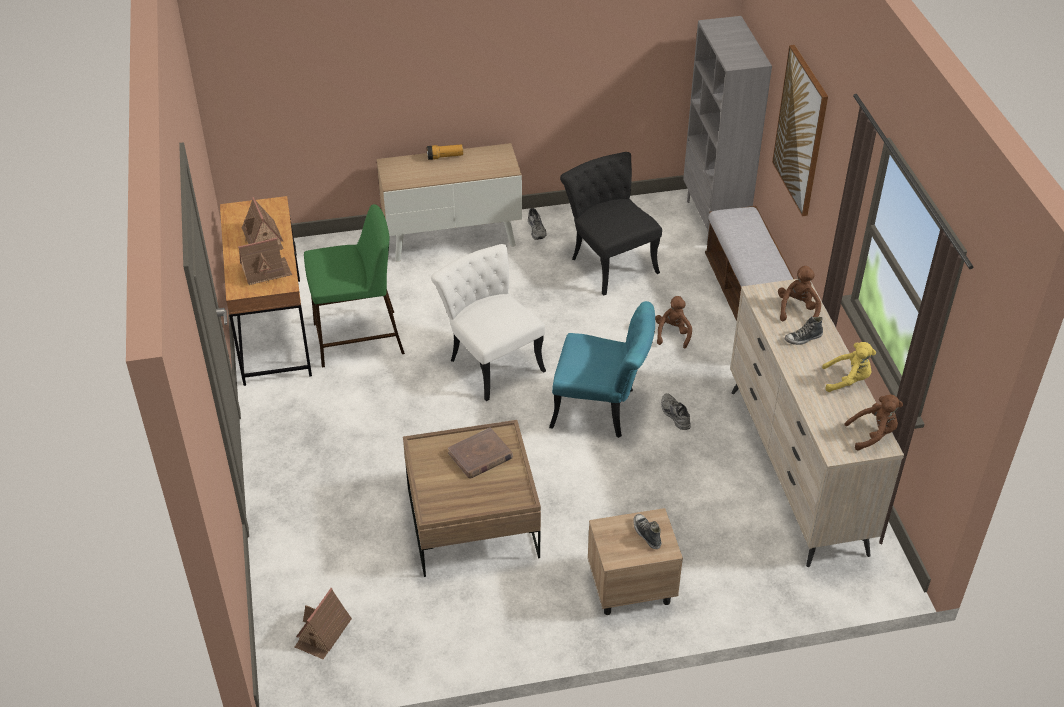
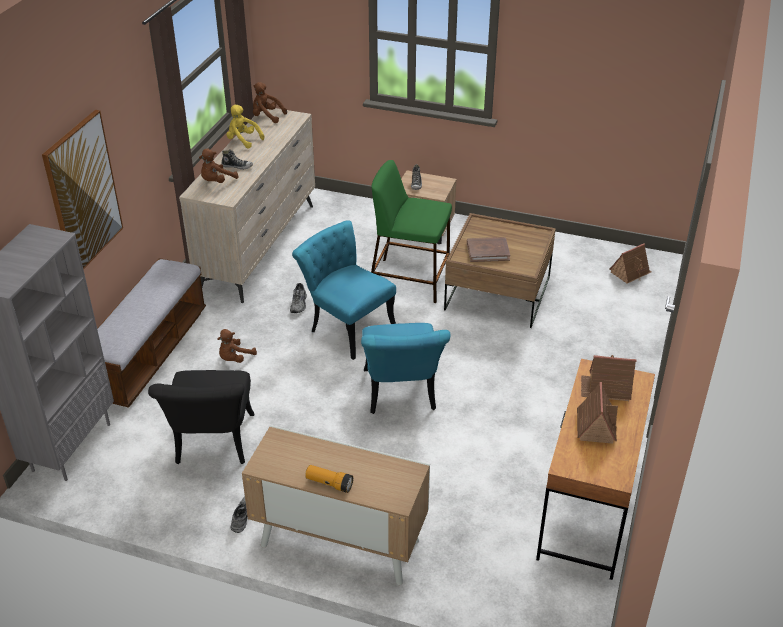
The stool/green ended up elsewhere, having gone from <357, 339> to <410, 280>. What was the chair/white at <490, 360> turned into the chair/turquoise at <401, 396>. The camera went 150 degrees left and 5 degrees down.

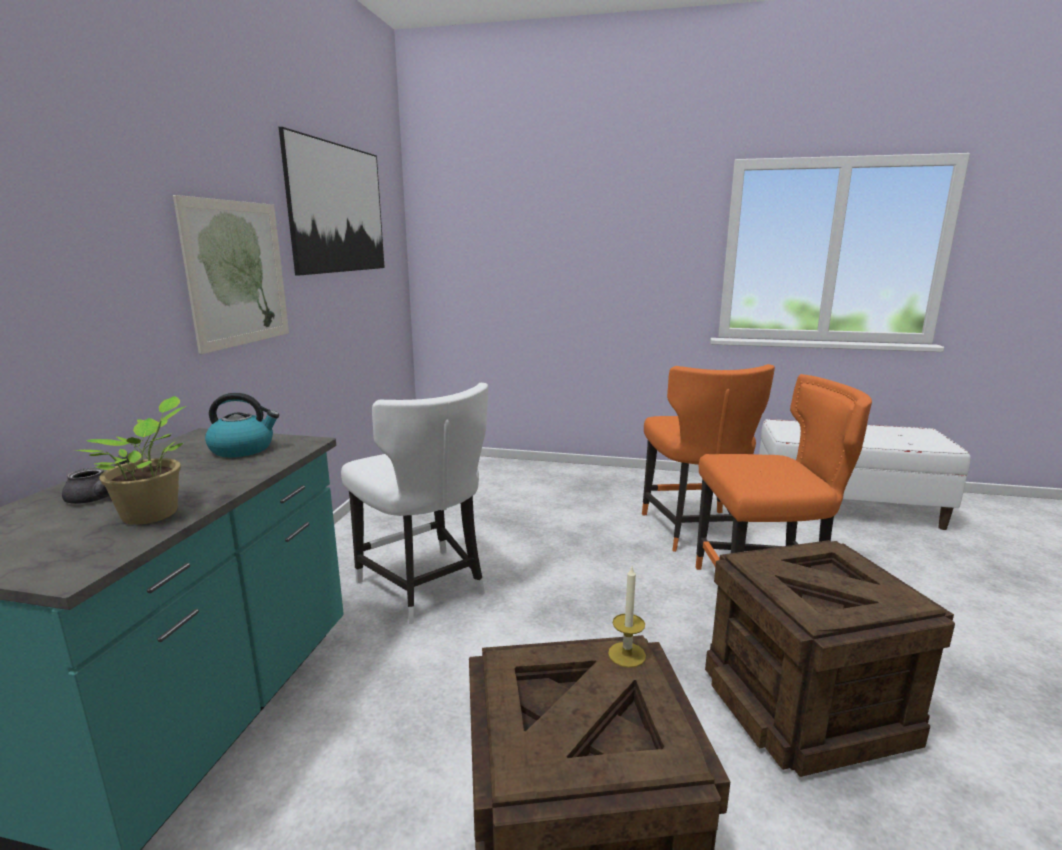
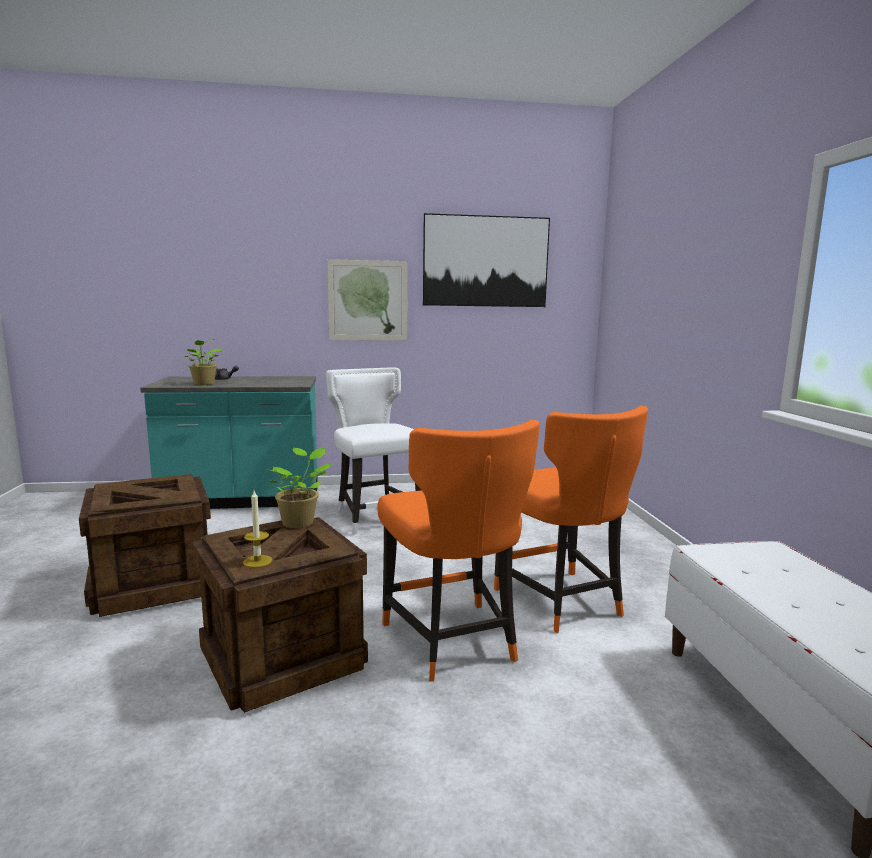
The second view lost the kettle at <243, 449>. The second view gained the potted plant at <300, 522>. The candle ended up elsewhere, having gone from <627, 654> to <257, 561>. The chair/white at <424, 587> ended up facing another way, 120 degrees clockwise from before. The chair/orange at <694, 531> ended up facing another way, 90 degrees counterclockwise from before. The camera went 70 degrees right and 5 degrees down.

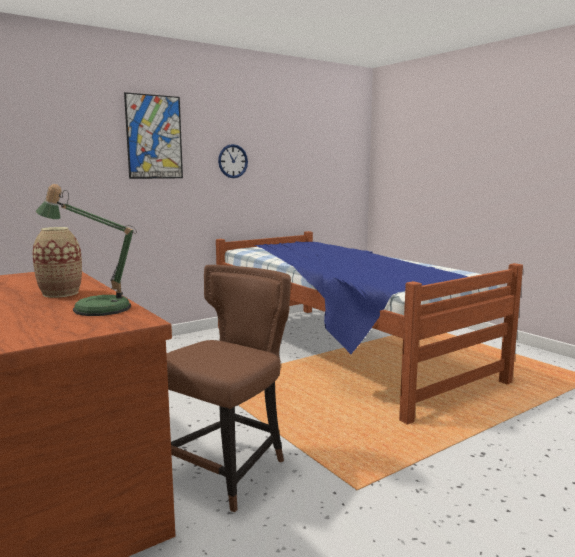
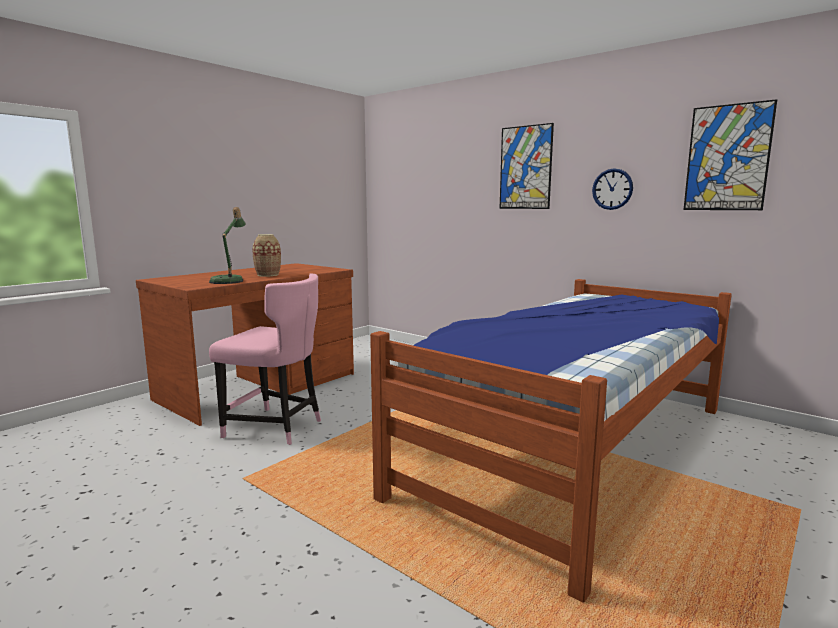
The second view gained the picture at <727, 158>. What was the chair/brown at <227, 469> turned into the chair/pink at <276, 428>. The camera went 75 degrees right and 0 degrees up.

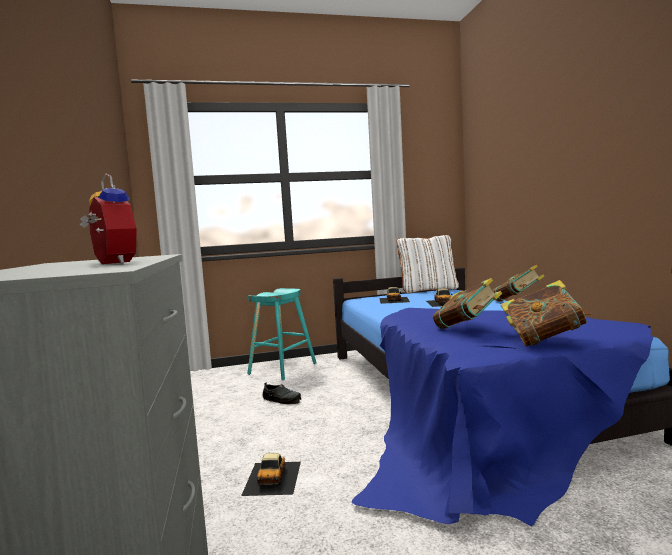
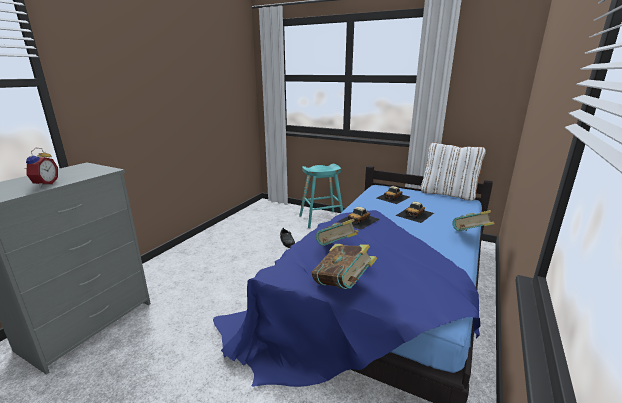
The toy car ended up elsewhere, having gone from <273, 477> to <359, 220>. The camera went 40 degrees right and 15 degrees up.

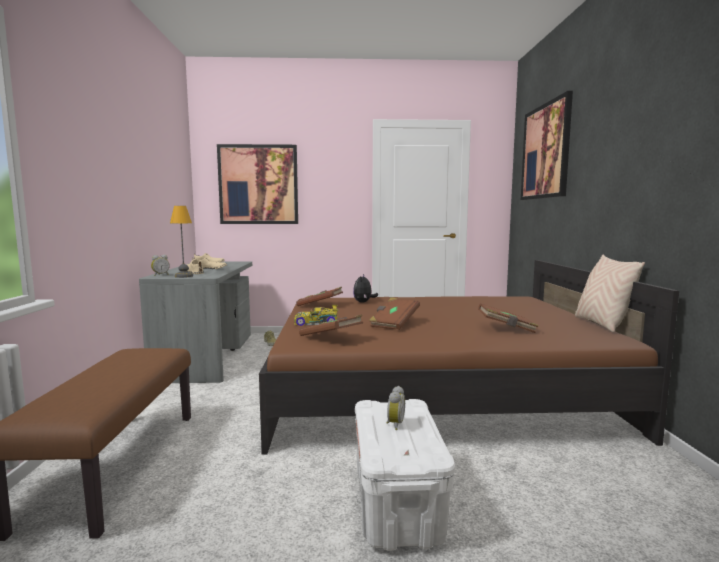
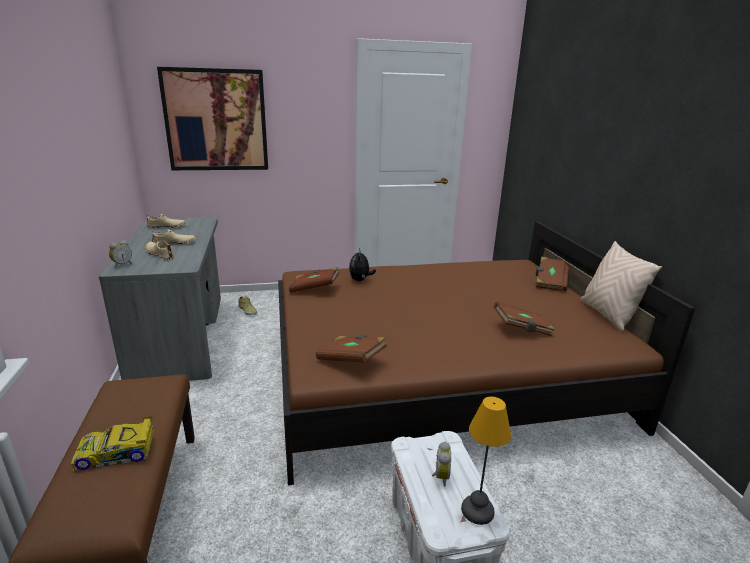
The second view lost the picture at <545, 151>. The table lamp ended up elsewhere, having gone from <184, 276> to <478, 511>. The toy car ended up elsewhere, having gone from <317, 322> to <117, 452>. The book/brown ended up elsewhere, having gone from <393, 324> to <550, 282>. The camera went 10 degrees left and 15 degrees up.

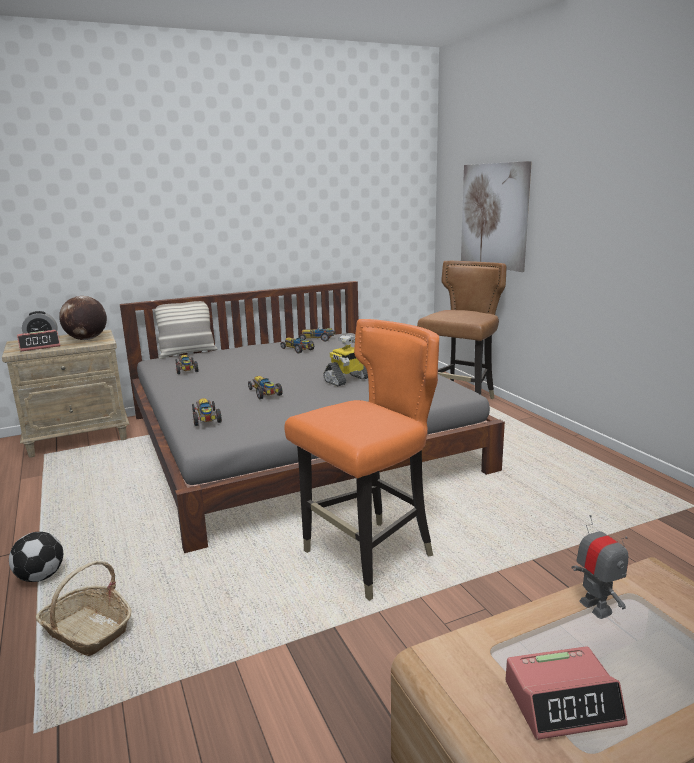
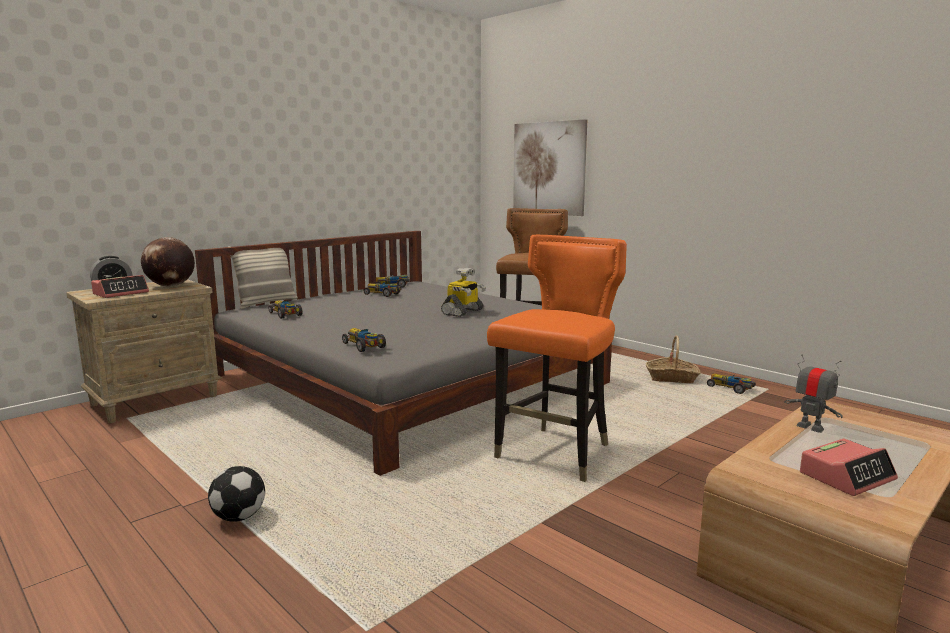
The basket ended up elsewhere, having gone from <88, 631> to <672, 378>. The toy car ended up elsewhere, having gone from <265, 393> to <731, 388>. The camera went 20 degrees left and 5 degrees down.

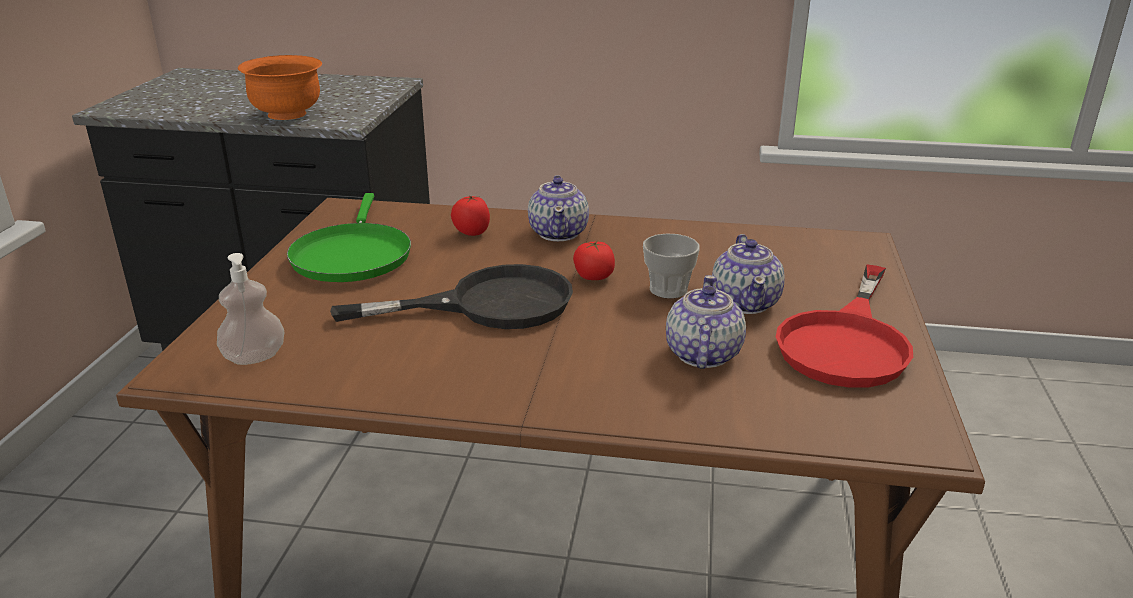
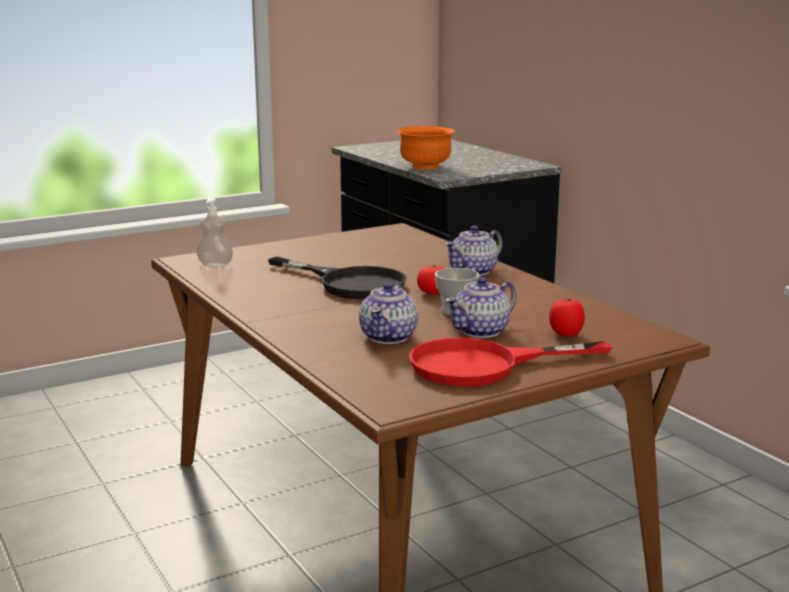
The second view lost the frying pan/green at <352, 255>. The tomato ended up elsewhere, having gone from <471, 233> to <565, 334>. The teapot at <702, 354> ended up facing another way, 135 degrees clockwise from before. The camera went 50 degrees right and 10 degrees down.

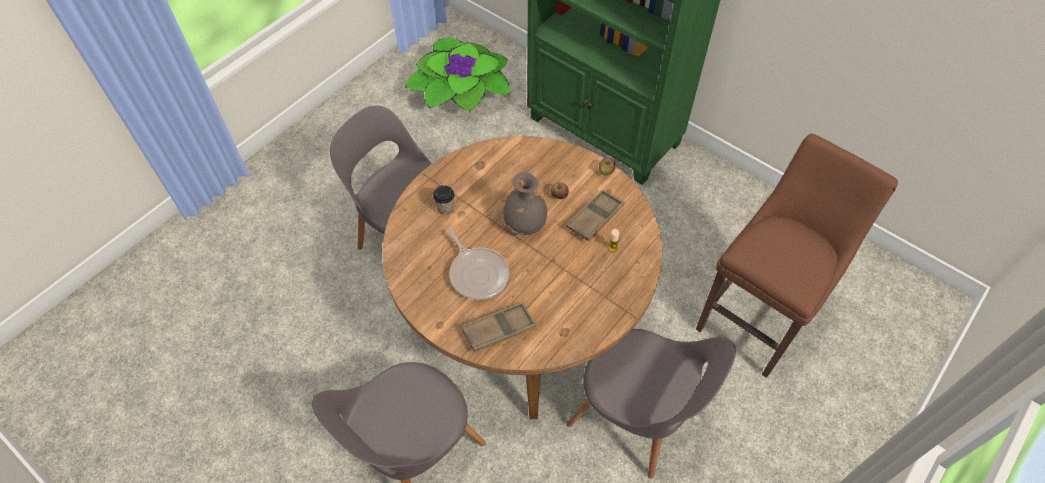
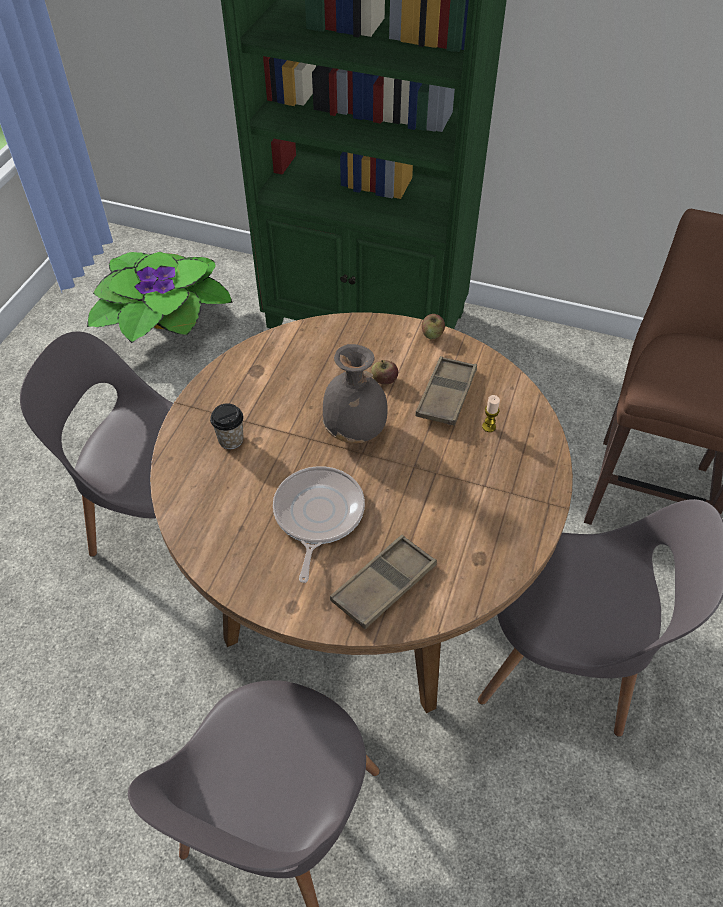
The frying pan at <477, 273> ended up facing another way, 120 degrees counterclockwise from before. The camera went 20 degrees left and 5 degrees down.

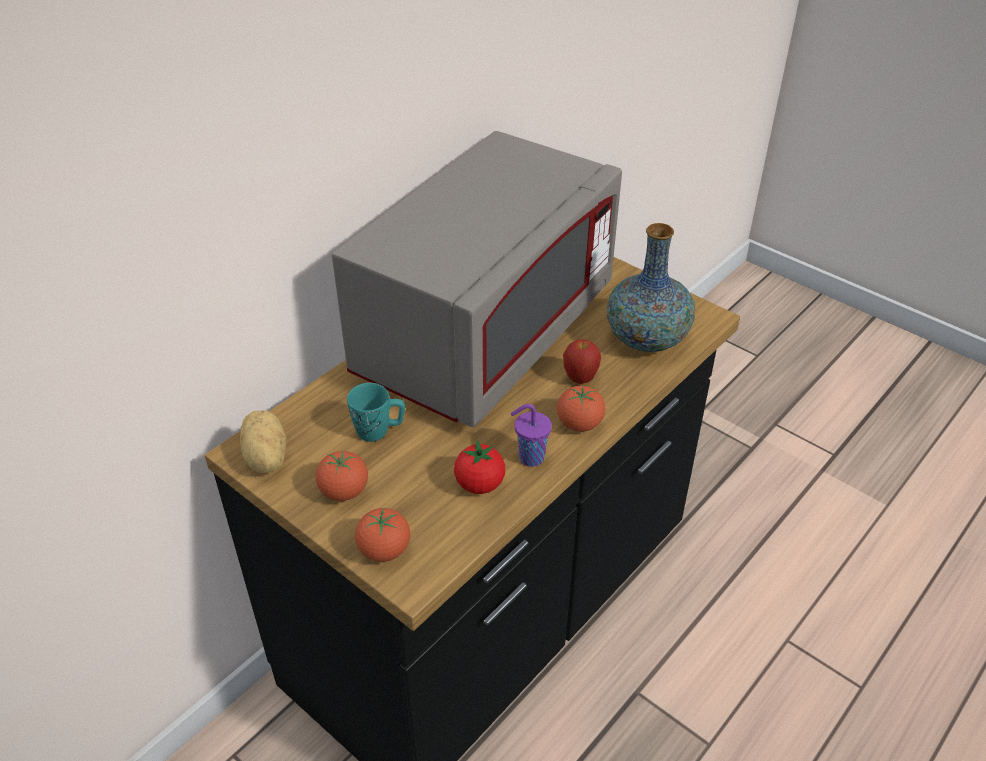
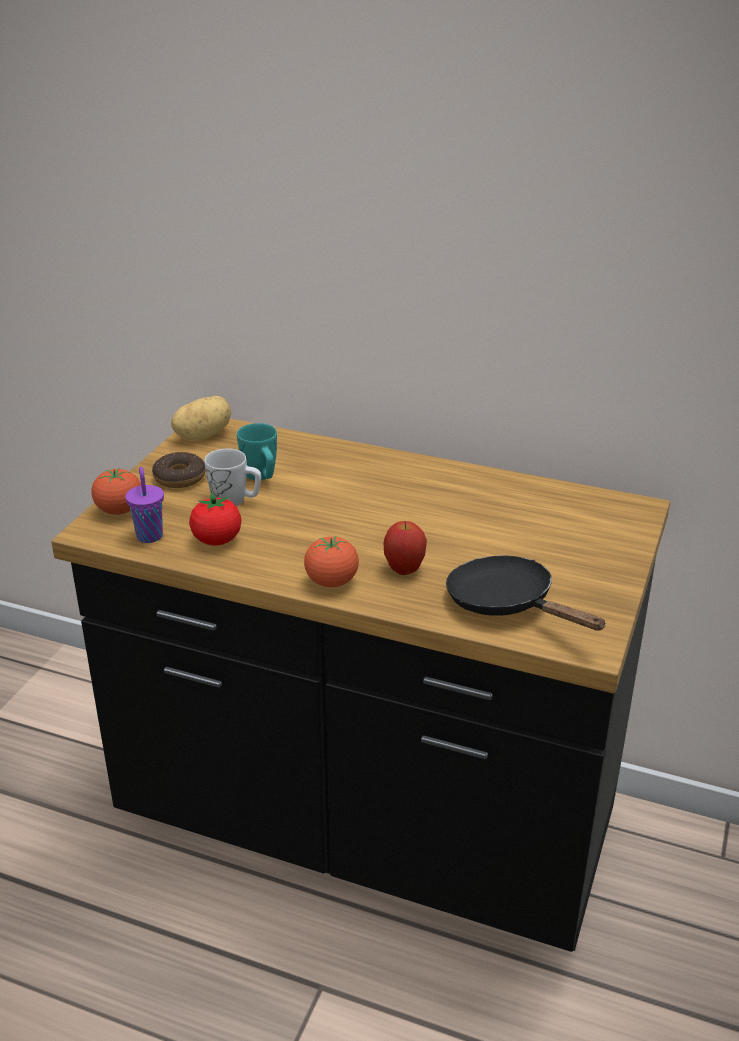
The second view lost the microwave/grey at <486, 335>. The second view gained the mug/white at <235, 501>. The cup/purple ended up elsewhere, having gone from <529, 458> to <149, 535>. Where the tomato stood at <344, 491>, the donut came to stand at <179, 477>. Where the vase stood at <646, 339>, the frying pan/black came to stand at <507, 604>. The camera went 70 degrees right and 10 degrees down.

